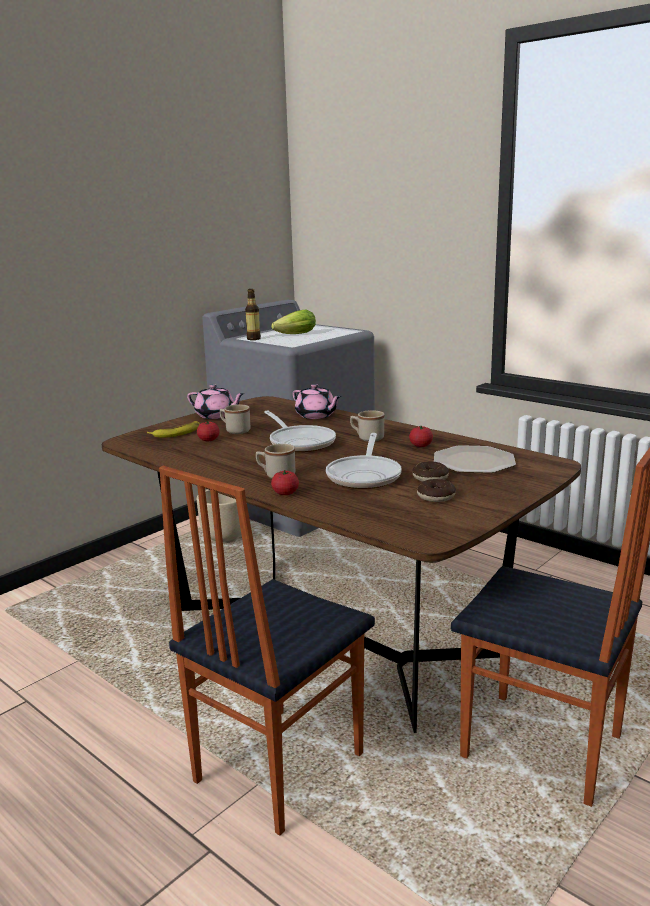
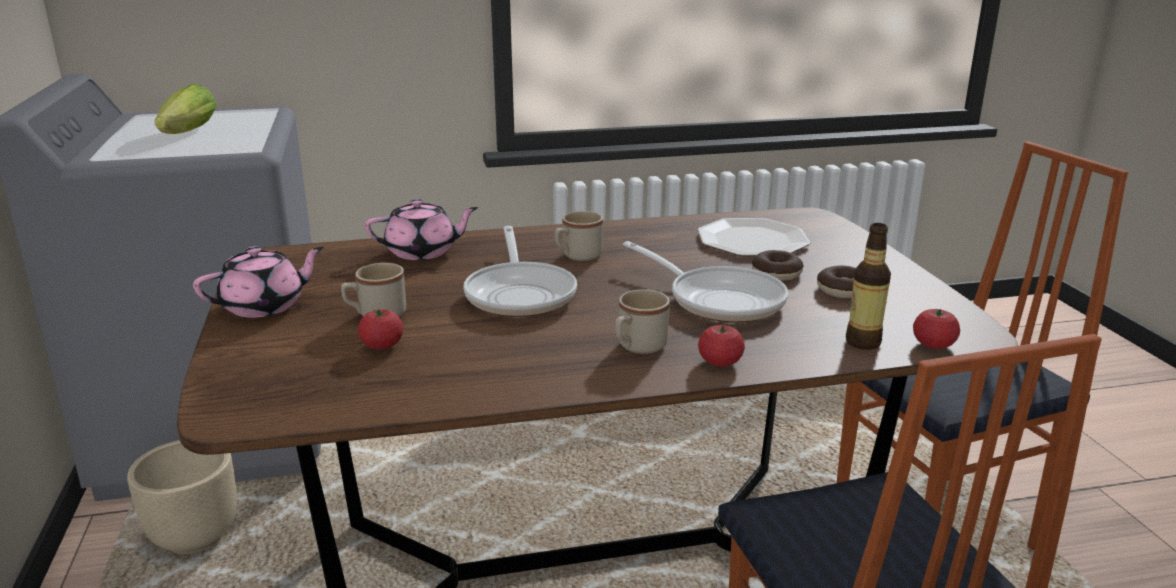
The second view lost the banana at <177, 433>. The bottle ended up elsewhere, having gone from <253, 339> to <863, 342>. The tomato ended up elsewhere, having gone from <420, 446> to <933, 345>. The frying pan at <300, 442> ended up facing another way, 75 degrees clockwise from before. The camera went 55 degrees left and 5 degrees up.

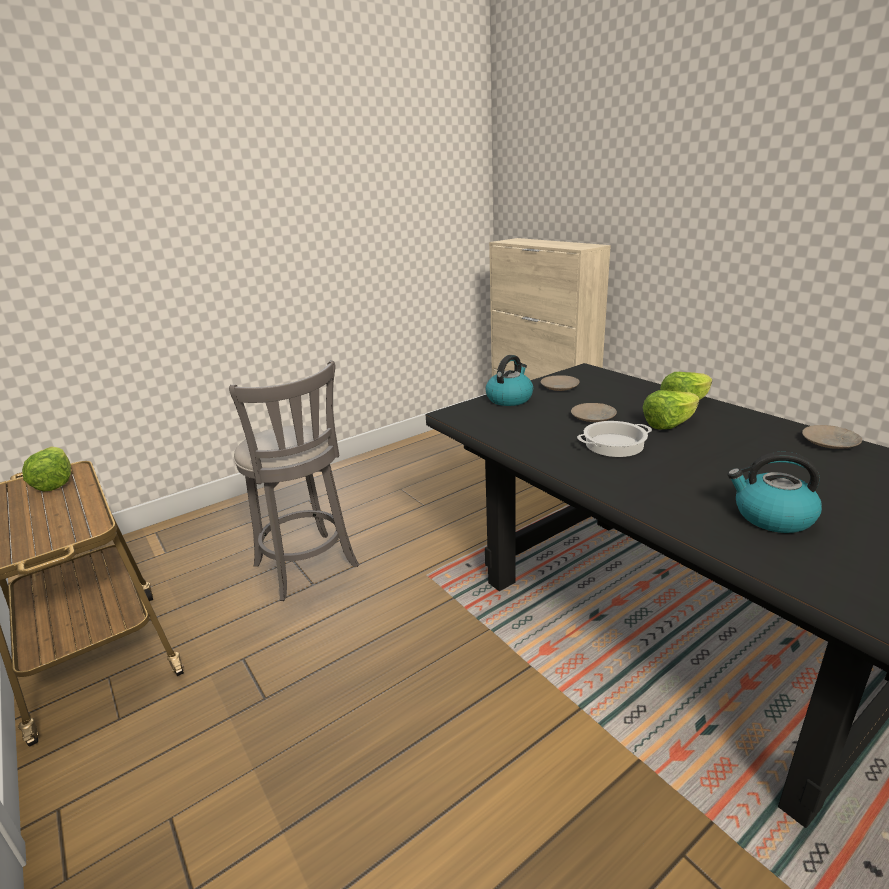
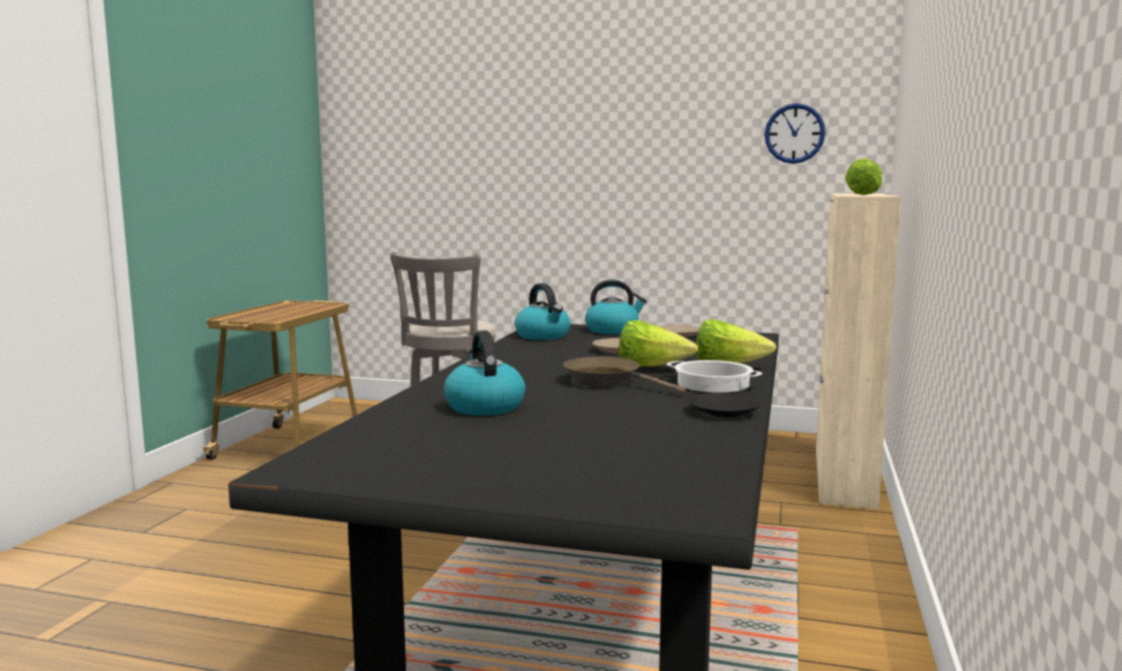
The second view gained the kettle at <543, 336>. The second view gained the frying pan/brown at <608, 381>. The second view gained the wall clock at <794, 133>. The lettuce ended up elsewhere, having gone from <55, 482> to <864, 194>. The cooking pot ended up elsewhere, having gone from <614, 444> to <714, 384>. What was the plate/beige at <830, 443> turned into the plate/black at <724, 412>. The camera went 50 degrees right and 15 degrees down.

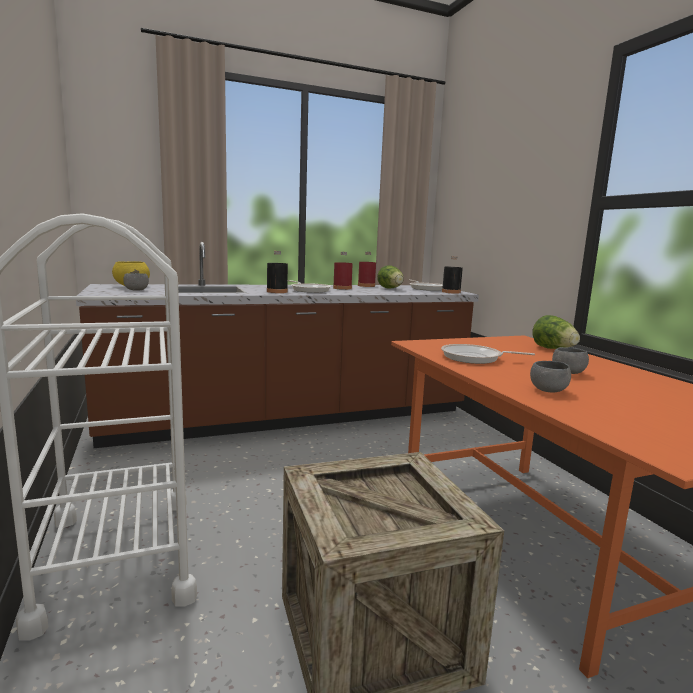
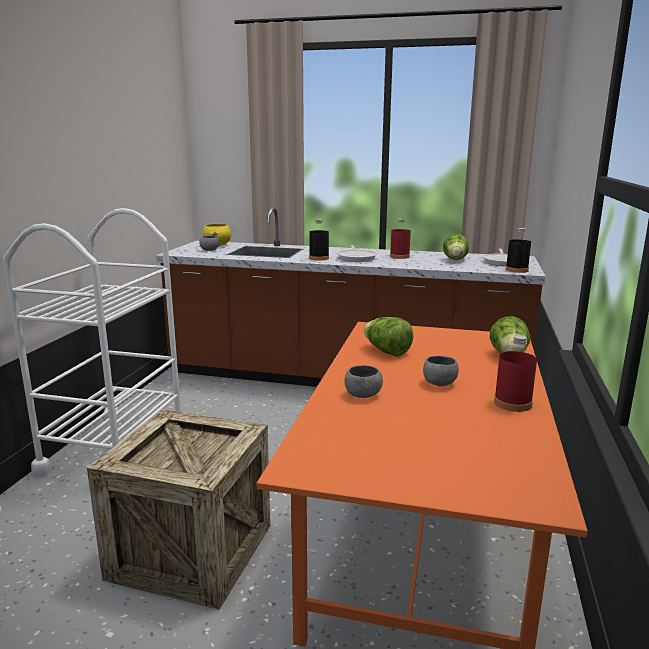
The bottle/red ended up elsewhere, having gone from <366, 286> to <512, 403>. Where the frying pan stood at <474, 358>, the lettuce came to stand at <386, 352>. The camera went 35 degrees right and 5 degrees up.

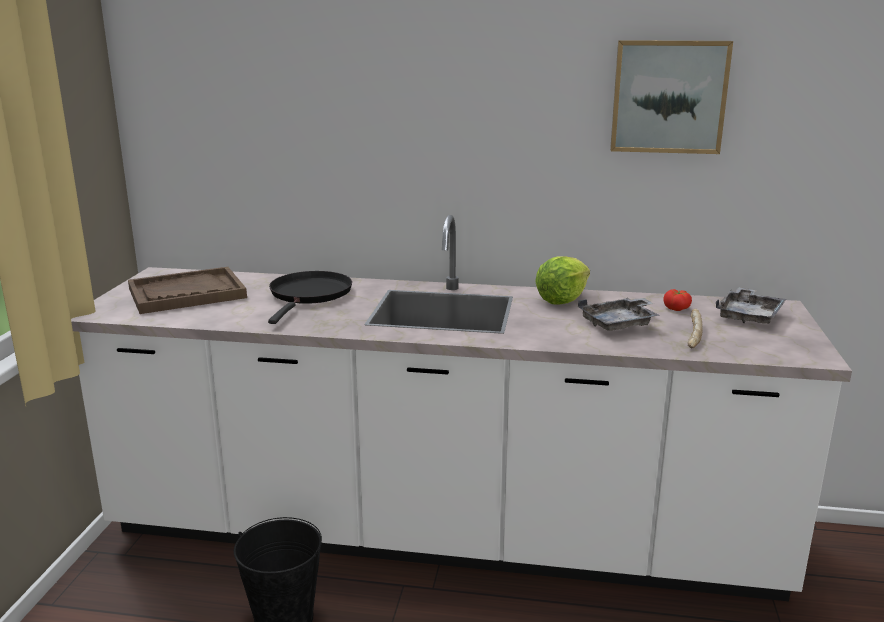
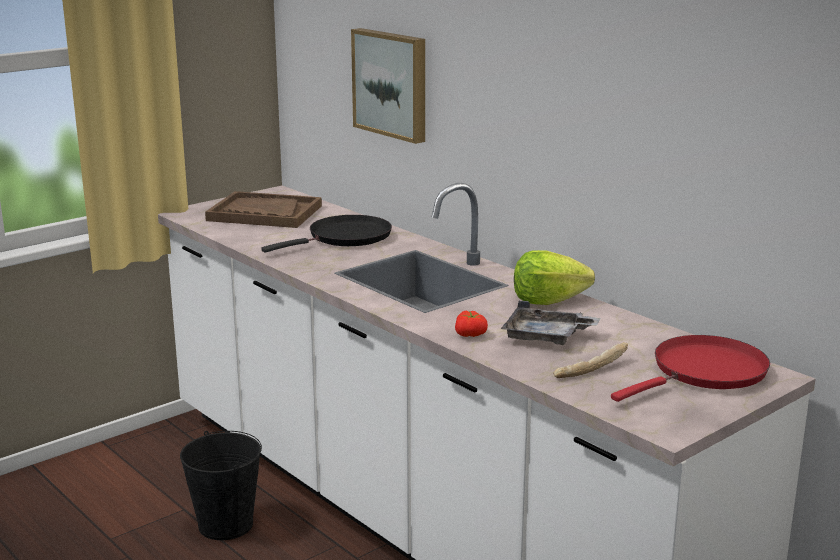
The picture ended up elsewhere, having gone from <668, 96> to <392, 84>. The tomato ended up elsewhere, having gone from <677, 309> to <471, 335>. Where the tray/grey stood at <749, 316>, the frying pan/red came to stand at <704, 372>. The camera went 40 degrees right and 0 degrees up.

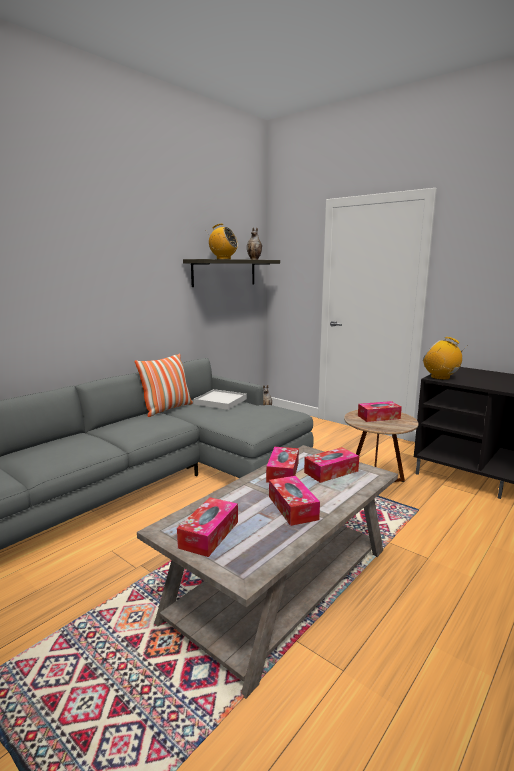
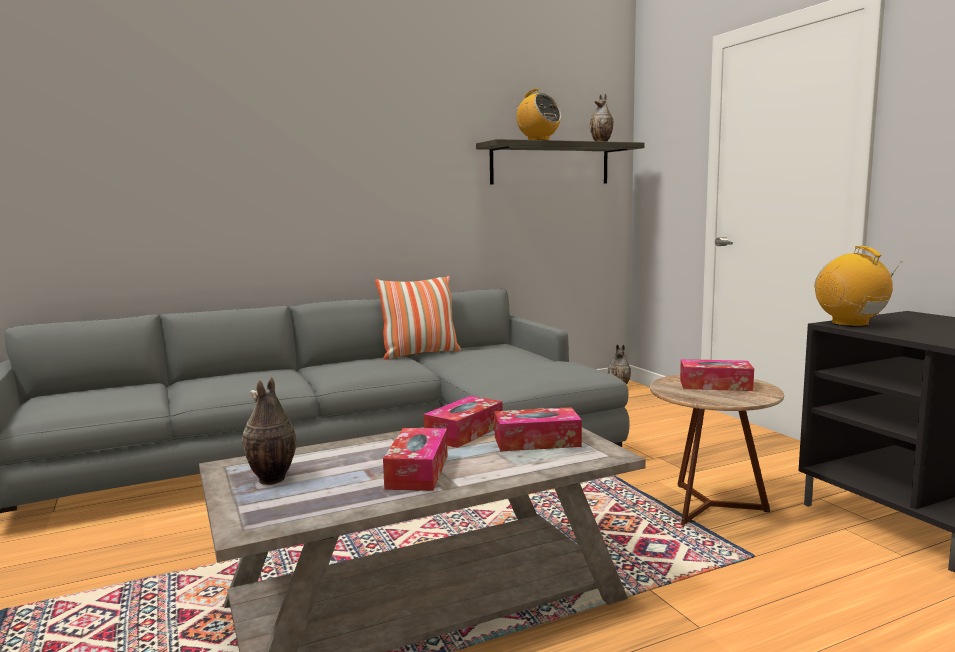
The second view lost the tray/white at <220, 401>. Where the tissue box stood at <209, 534>, the vase came to stand at <271, 480>. The camera went 25 degrees right and 5 degrees down.

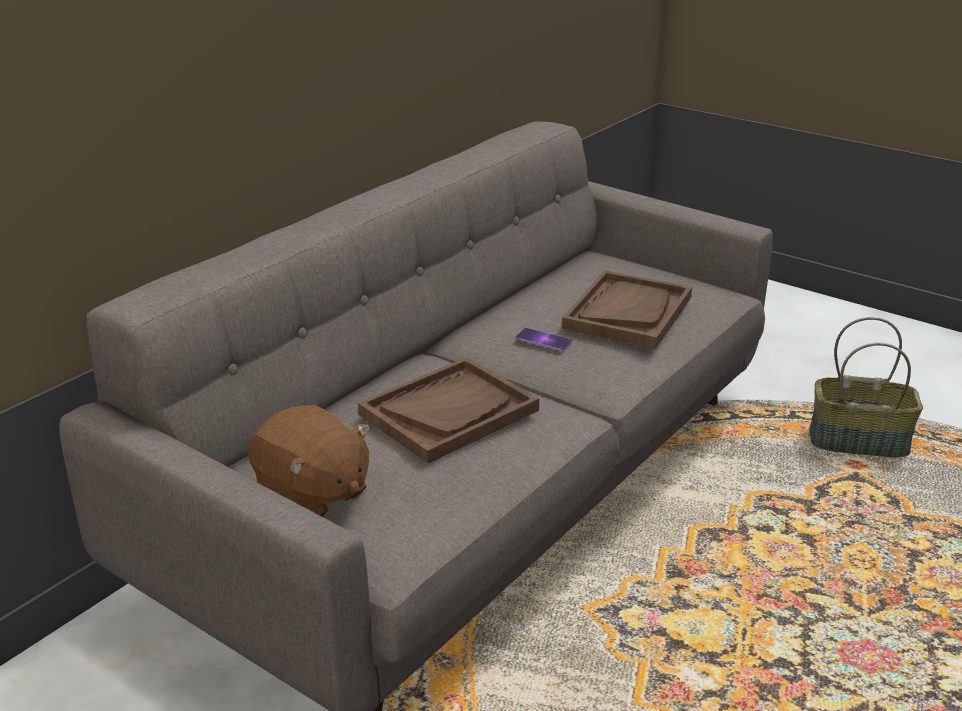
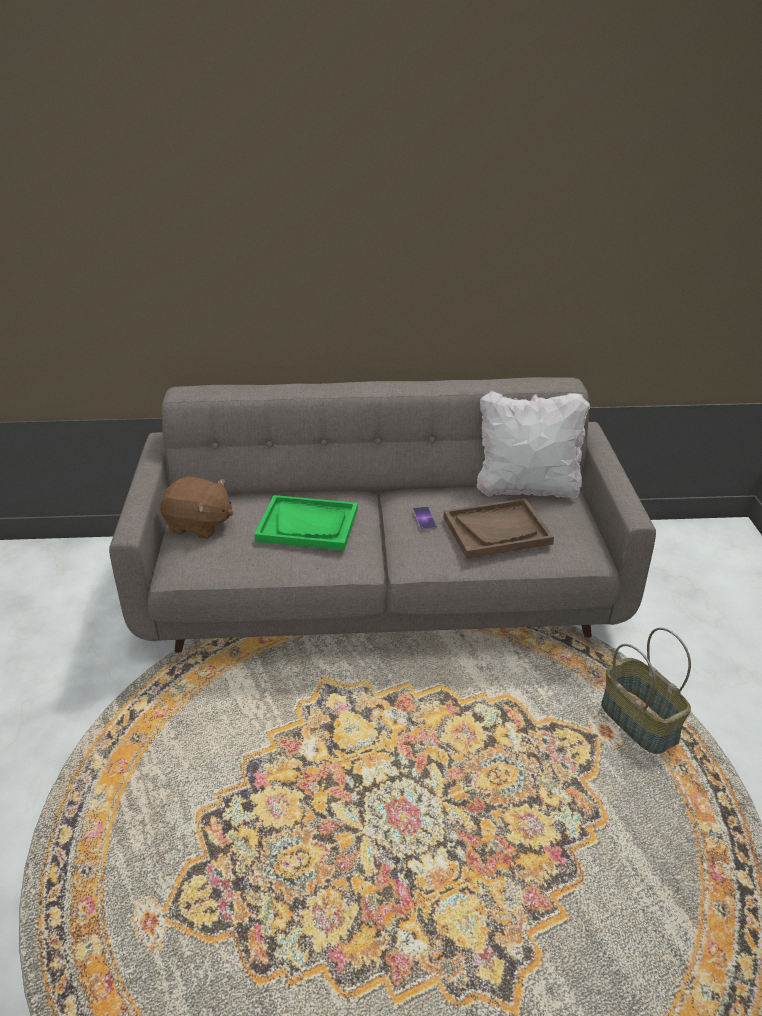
The second view gained the pillow/white at <527, 488>. What was the tray/brown at <449, 412> turned into the tray/green at <308, 525>. The plush toy/brown at <312, 495> ended up facing another way, 75 degrees counterclockwise from before. The camera went 50 degrees right and 5 degrees up.

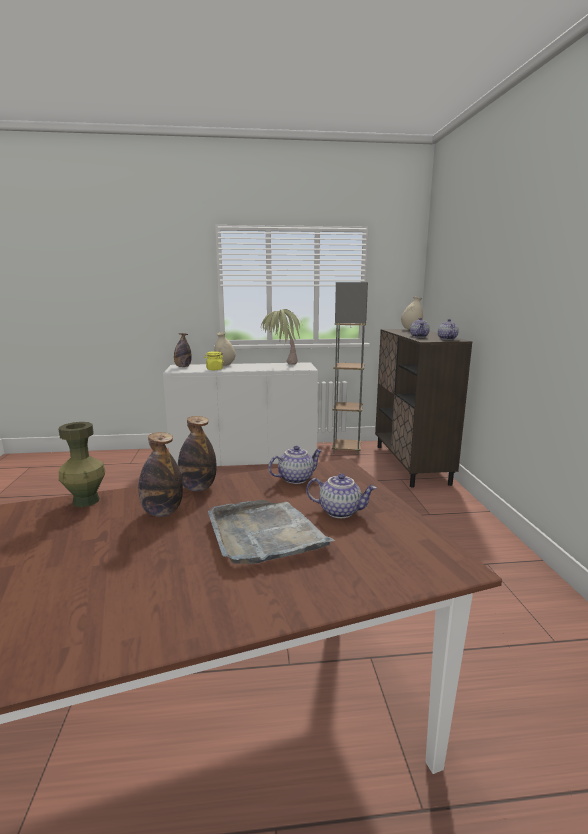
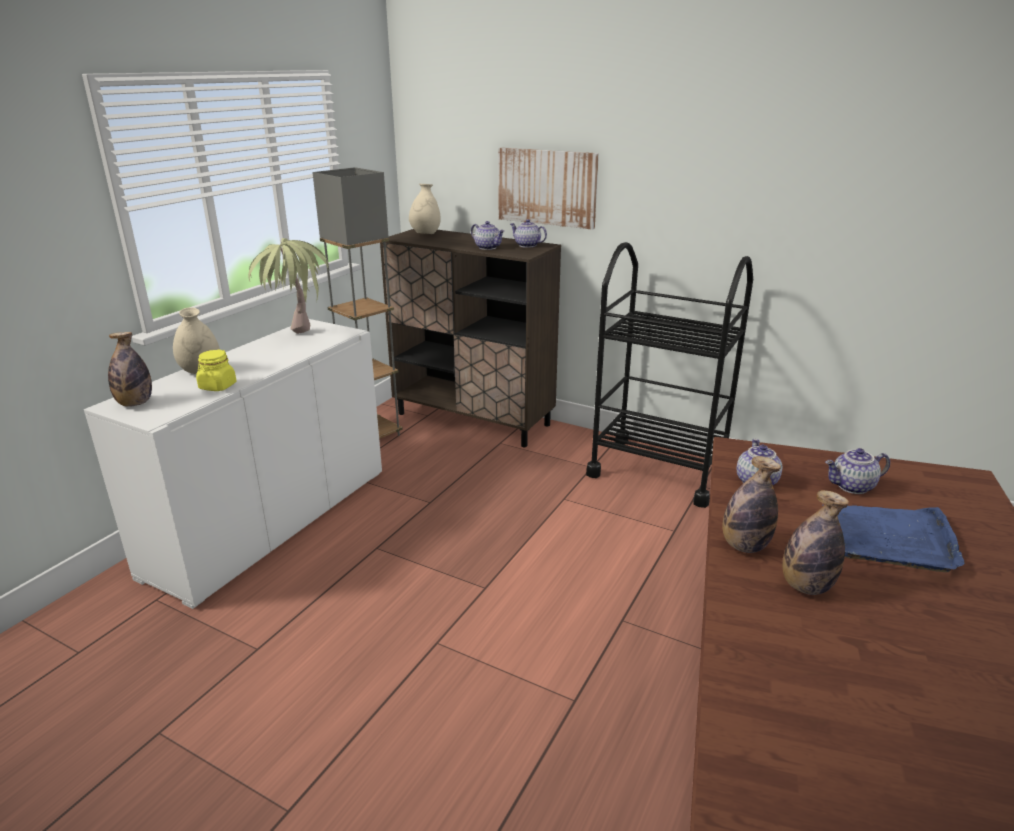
The second view lost the vase/green at <85, 501>. The second view gained the picture at <547, 187>. The second view gained the cart/black at <658, 470>. What was the tray/grey at <265, 534> turned into the tray/blue at <888, 539>. The teapot at <340, 511> ended up facing another way, 150 degrees counterclockwise from before. The camera went 55 degrees left and 10 degrees up.

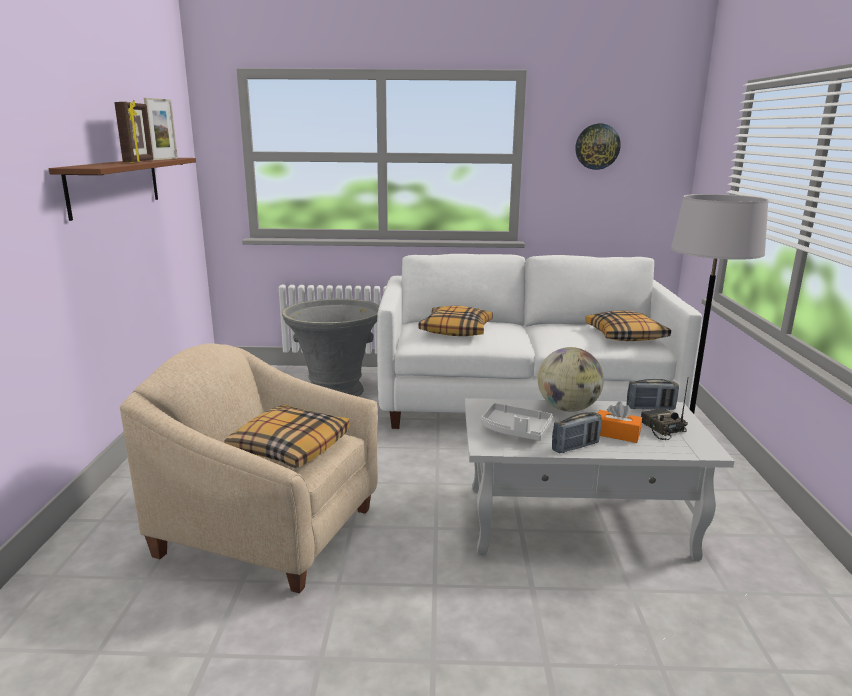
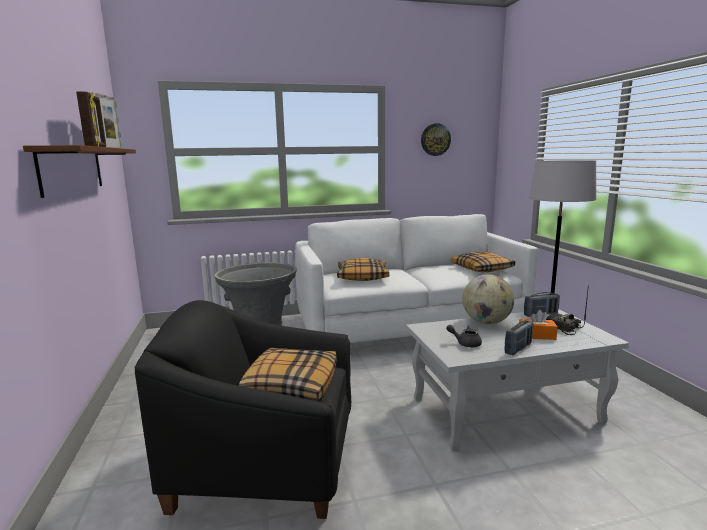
Where the tray/grey stood at <515, 431>, the teapot/grey came to stand at <465, 343>. What was the armchair/beige at <269, 530> turned into the armchair/black at <266, 464>. The camera went 15 degrees left and 5 degrees down.

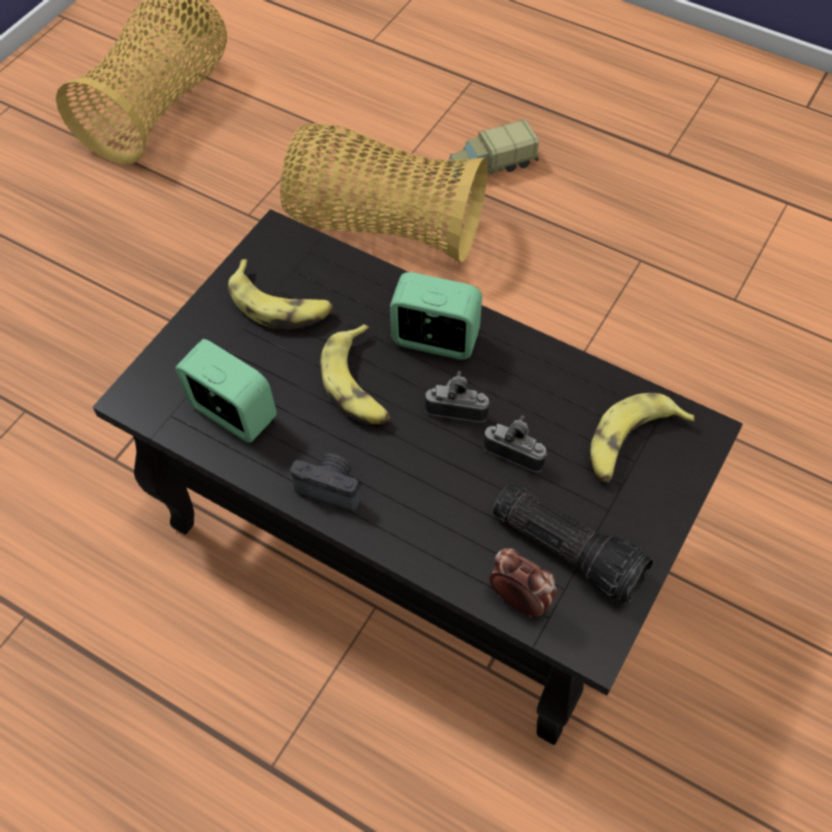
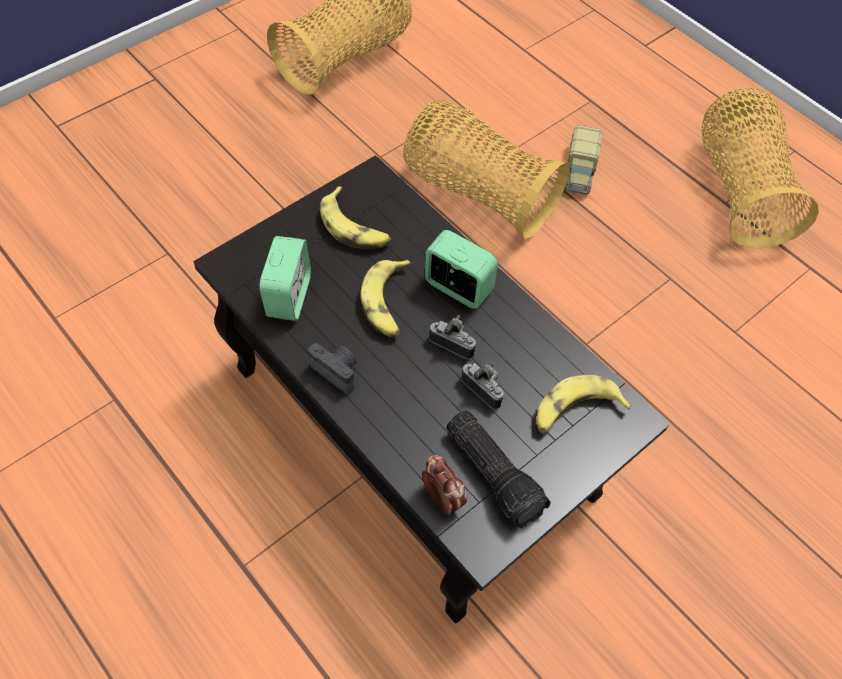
The second view gained the basket at <740, 191>. The alarm clock at <232, 414> ended up facing another way, 45 degrees clockwise from before. The toy truck at <491, 166> ended up facing another way, 75 degrees counterclockwise from before. The camera went 15 degrees right and 0 degrees up.

